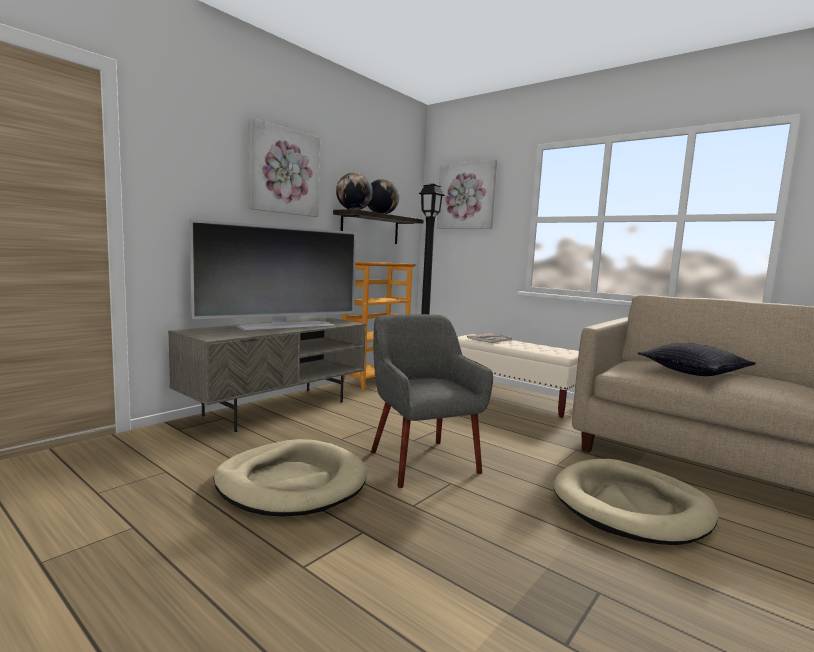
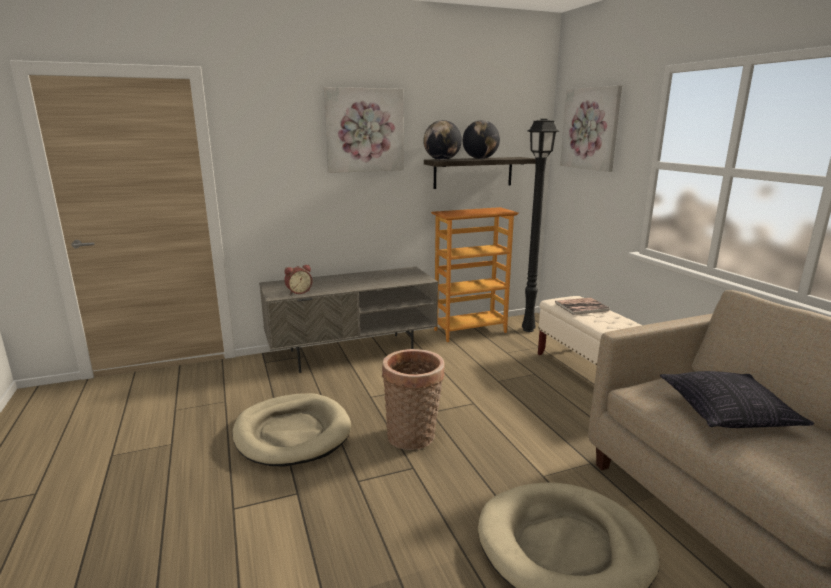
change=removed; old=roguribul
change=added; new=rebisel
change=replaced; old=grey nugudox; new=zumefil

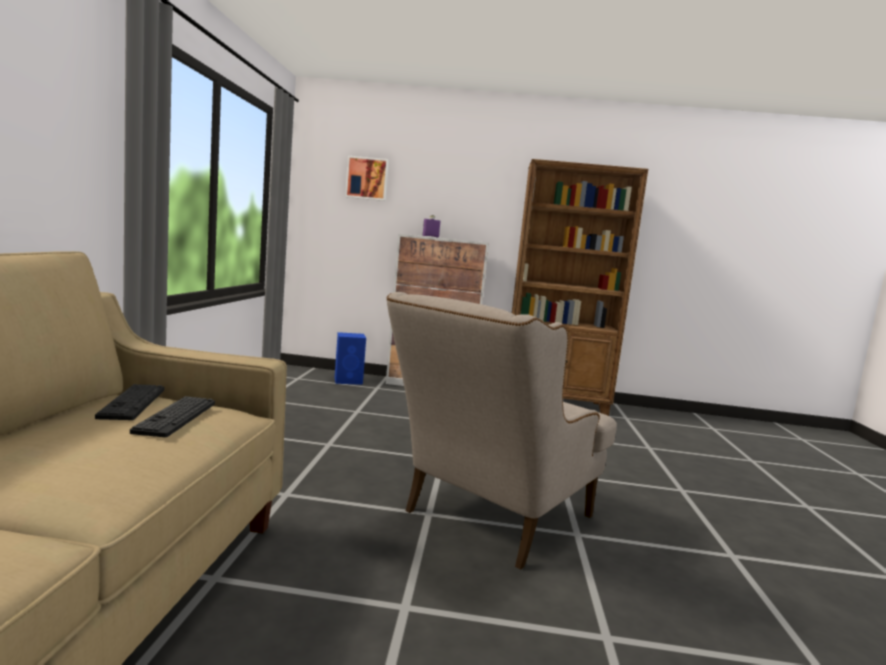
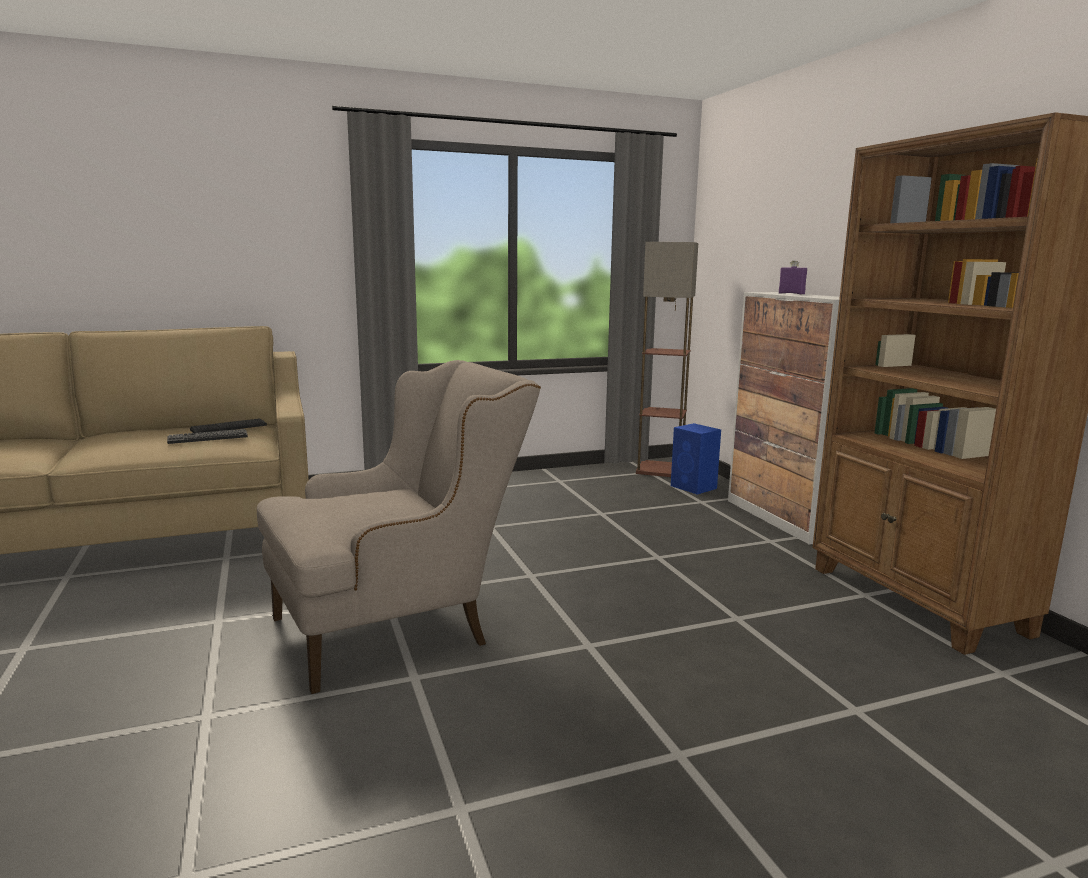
change=removed; old=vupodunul
change=added; new=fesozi
change=turned; old=beige nugudox; degrees=135

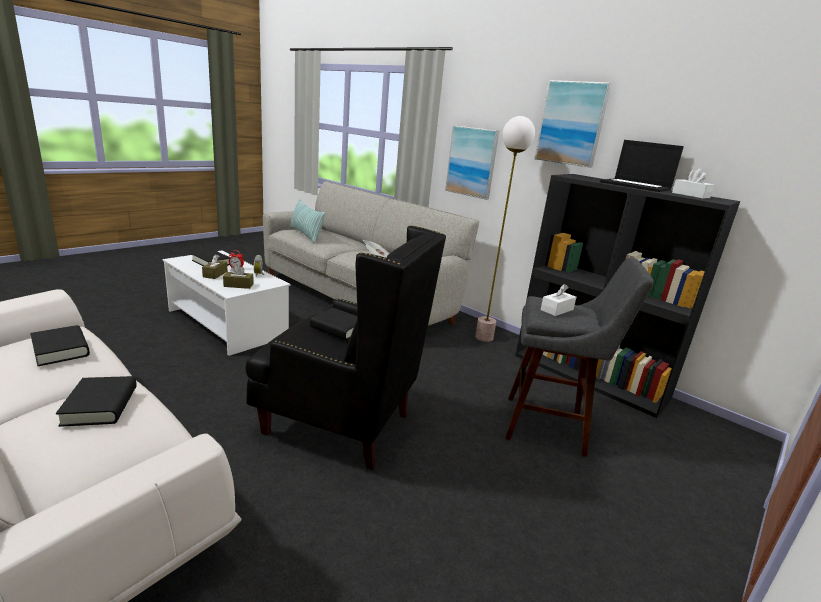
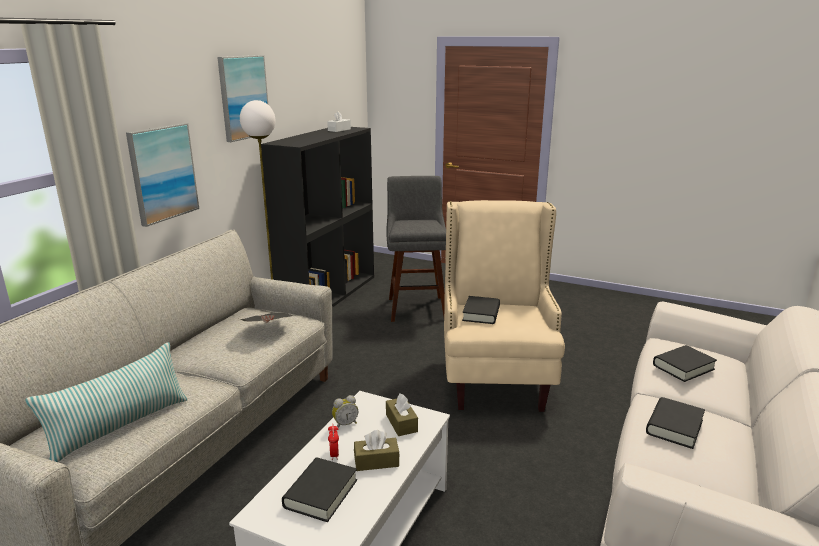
change=removed; old=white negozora (1st from left)
change=removed; old=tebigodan
change=recoloured; old=black nugudox; new=beige nugudox

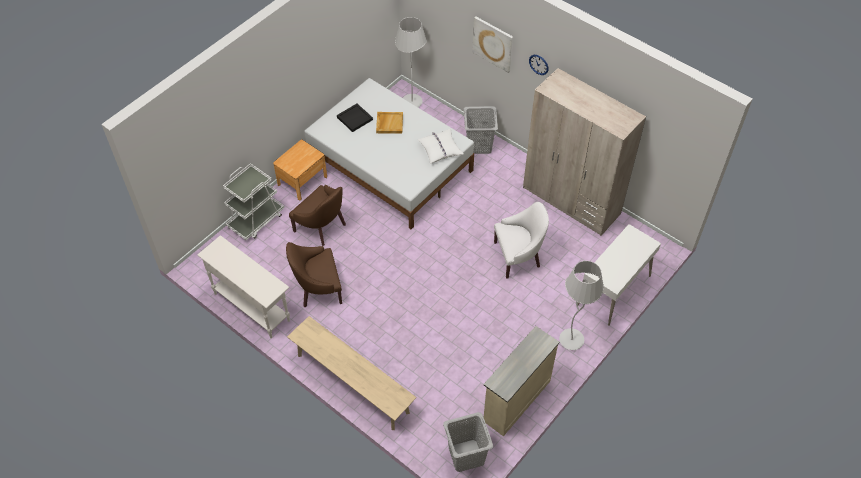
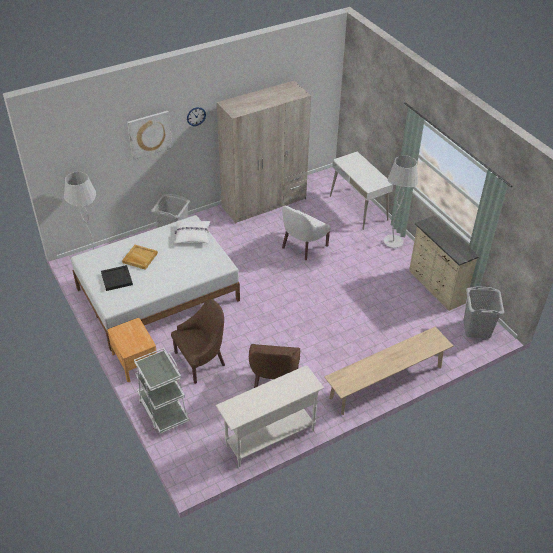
change=turned; old=white nugudox; degrees=-150

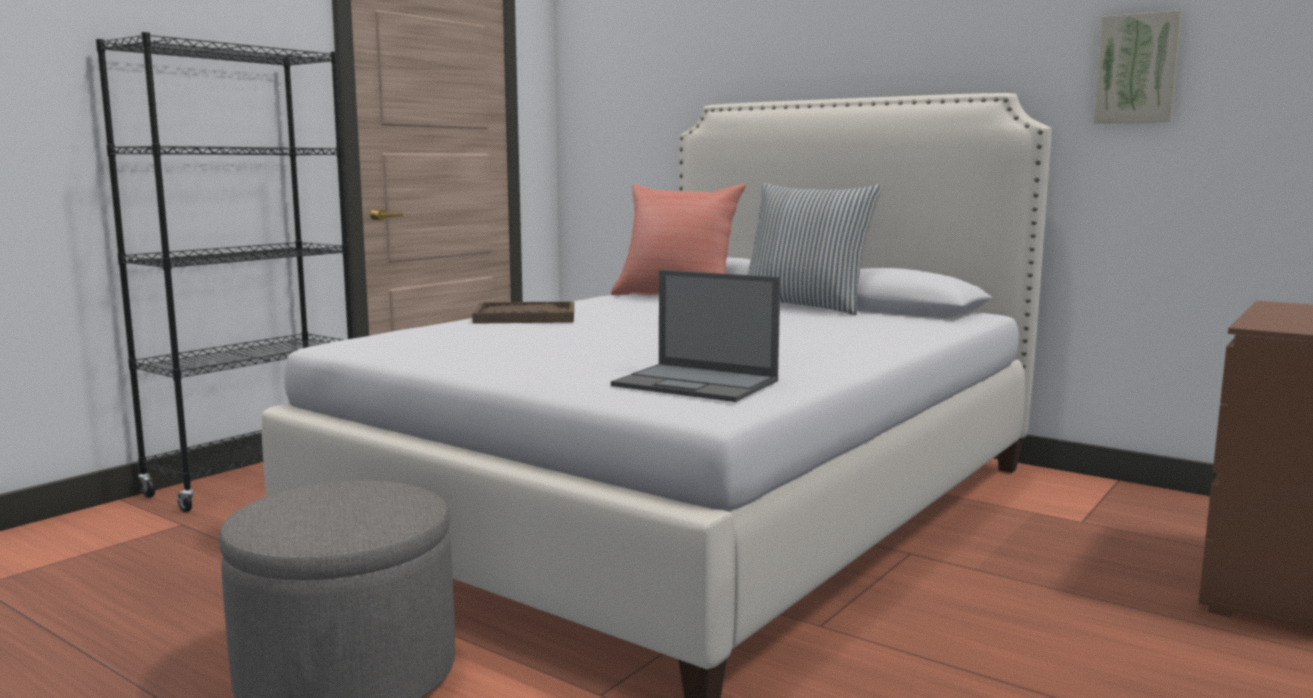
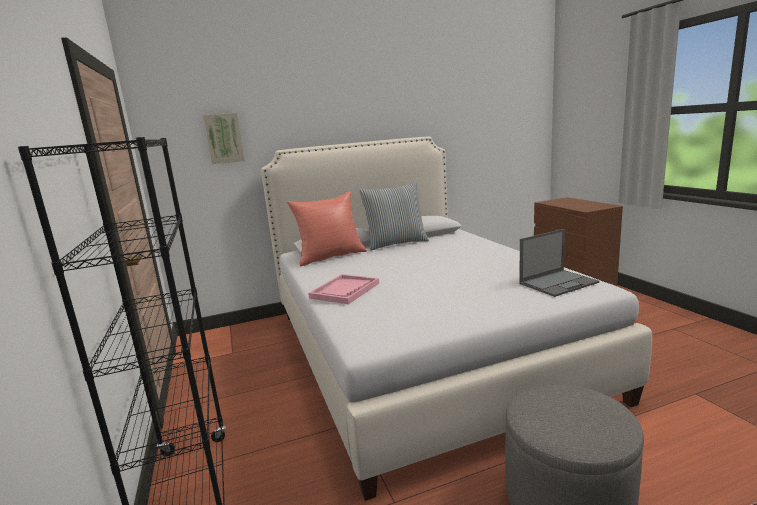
change=moved; old=vupodunul
change=recoloured; old=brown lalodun; new=pink lalodun

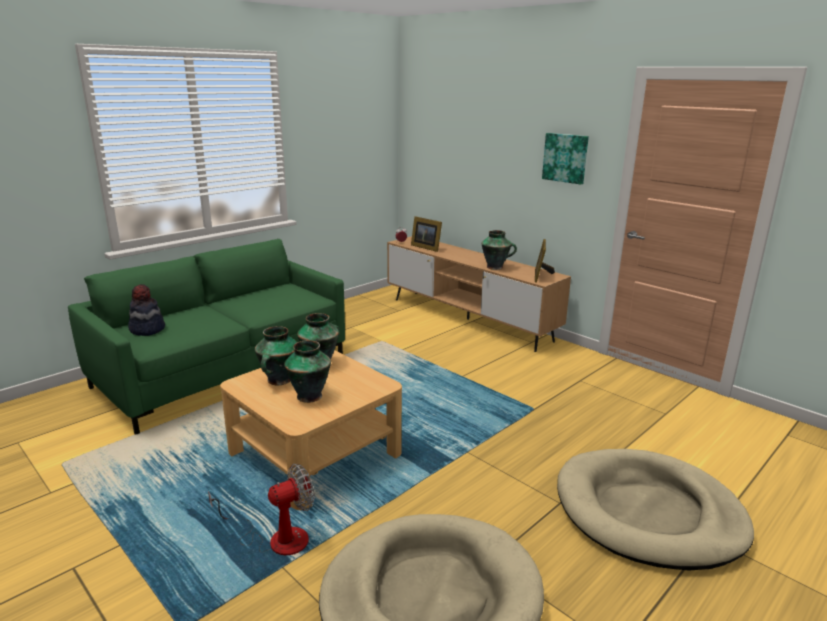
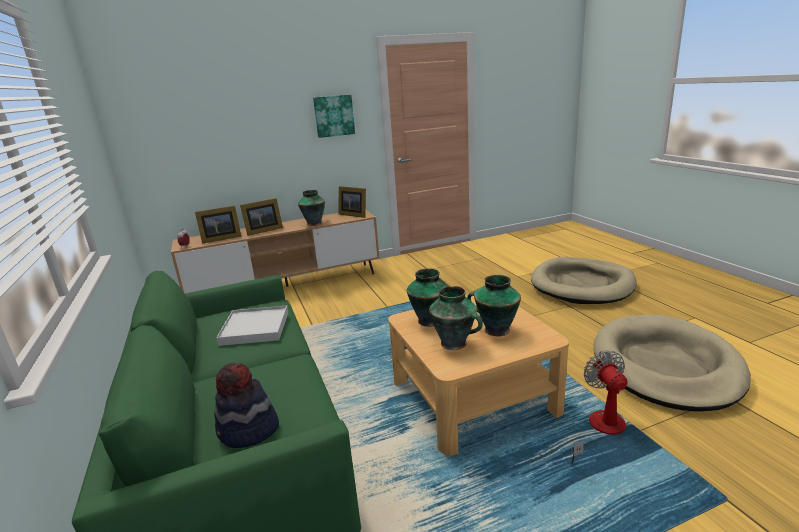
change=added; new=white lalodun
change=added; new=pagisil (2nd from left)

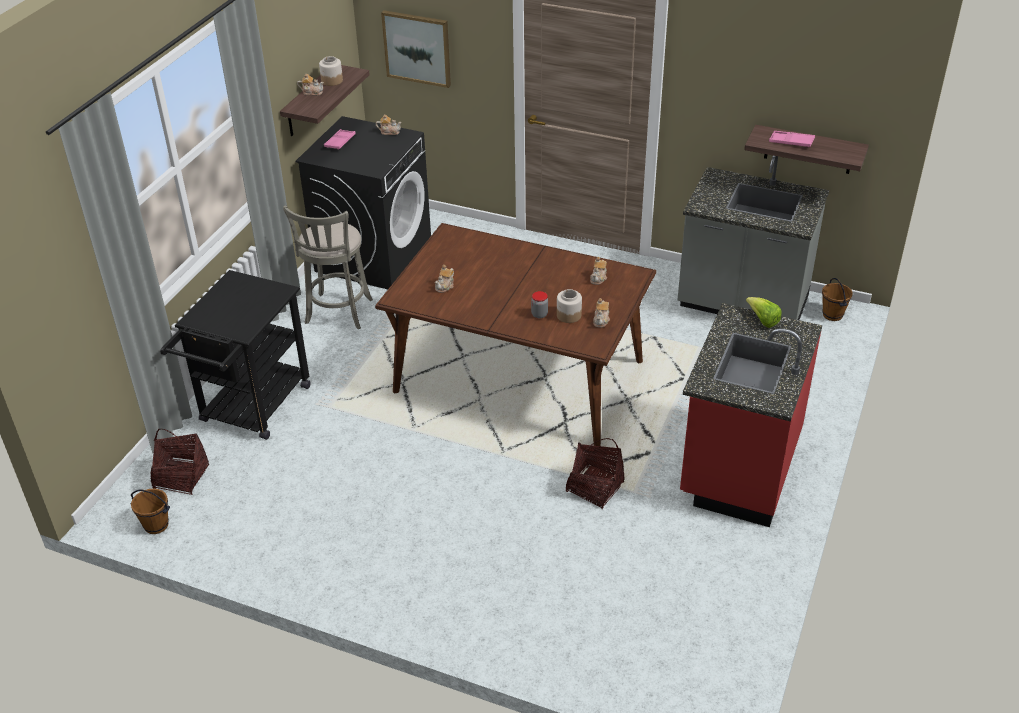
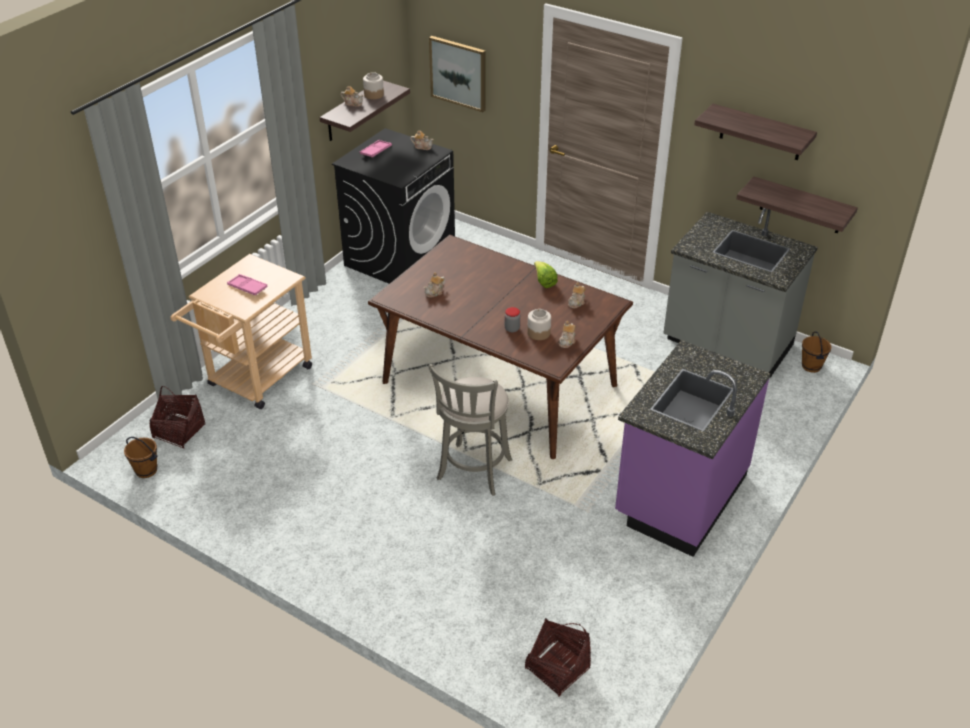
change=added; new=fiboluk (2nd from left)
change=moved; old=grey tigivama
change=moved; old=zumefil (2nd from left)
change=moved; old=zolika
change=moved; old=pink lalodun (2nd from left in the first image); new=pink lalodun (1st from left)
change=recoloured; old=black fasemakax; new=beige fasemakax
change=recoloured; old=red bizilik; new=purple bizilik

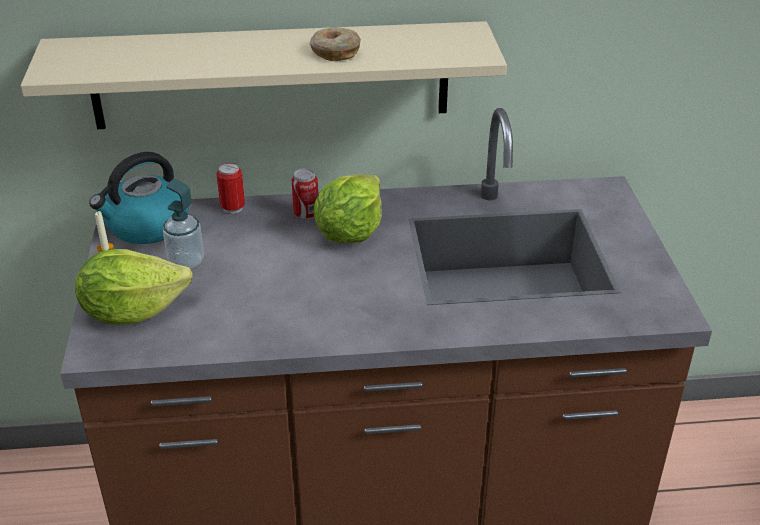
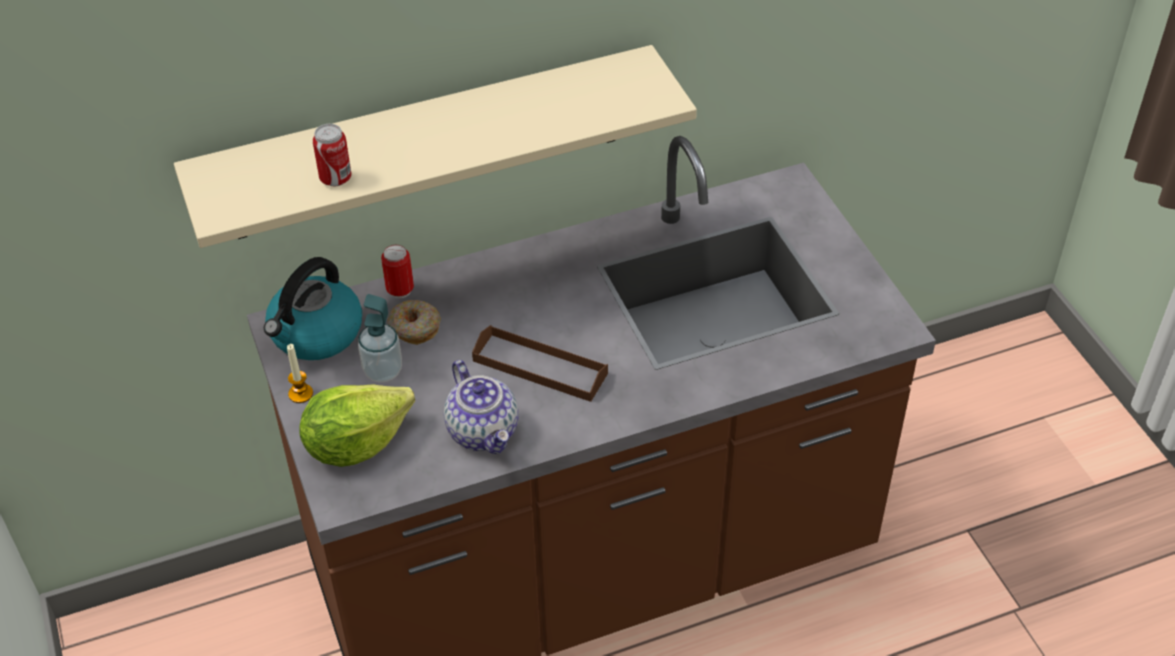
change=removed; old=zolika (2nd from left)
change=added; new=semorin
change=added; new=brown lalodun
change=moved; old=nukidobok (2nd from left in the first image); new=nukidobok (1st from left)
change=moved; old=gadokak

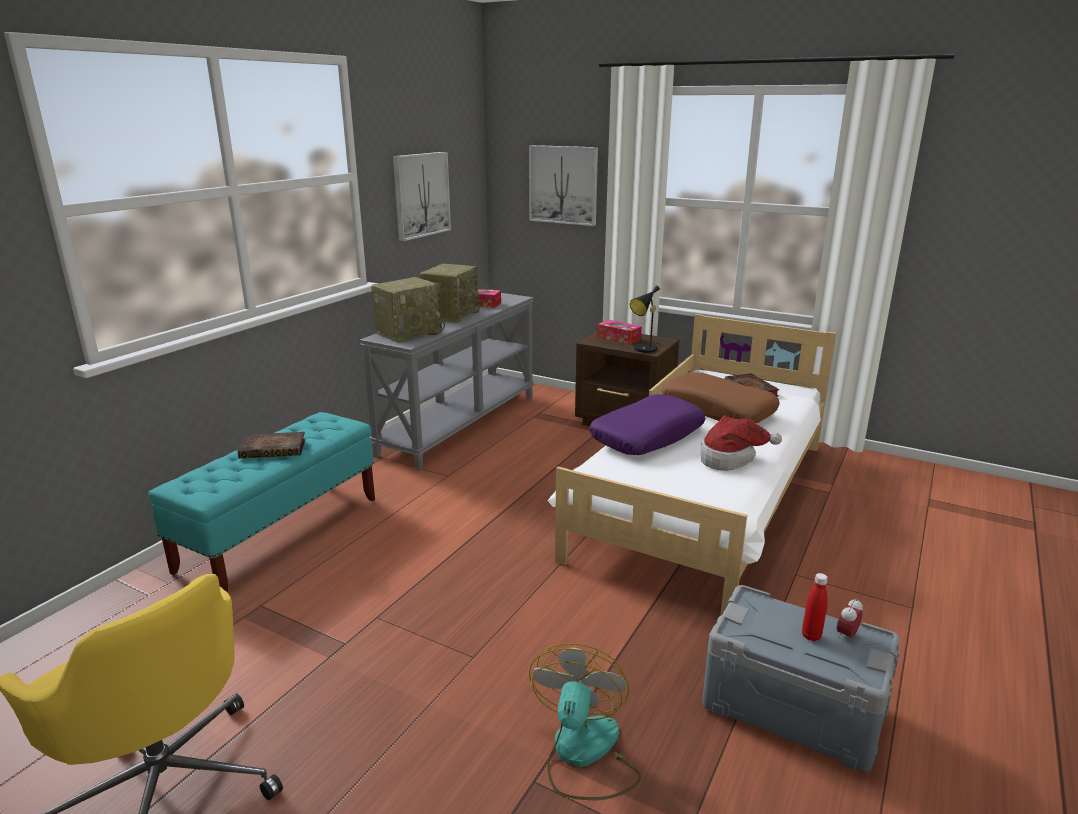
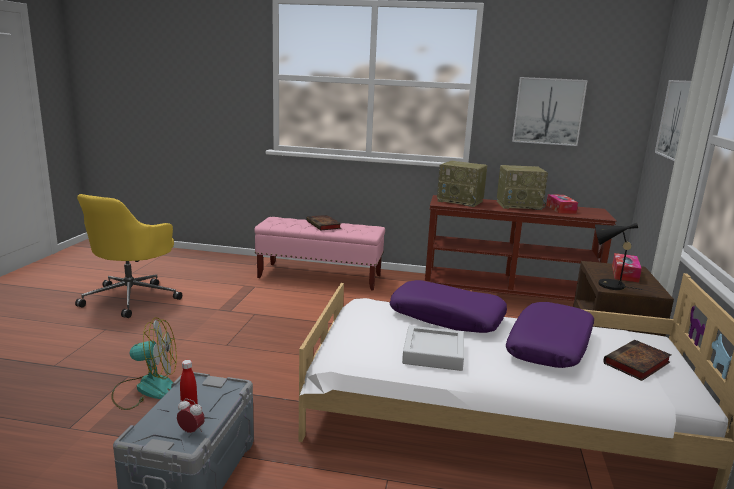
change=replaced; old=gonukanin; new=grey lalodun
change=recoloured; old=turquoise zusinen; new=pink zusinen
change=recoloured; old=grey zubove; new=brown zubove
change=recoloured; old=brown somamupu; new=purple somamupu (2nd from left)

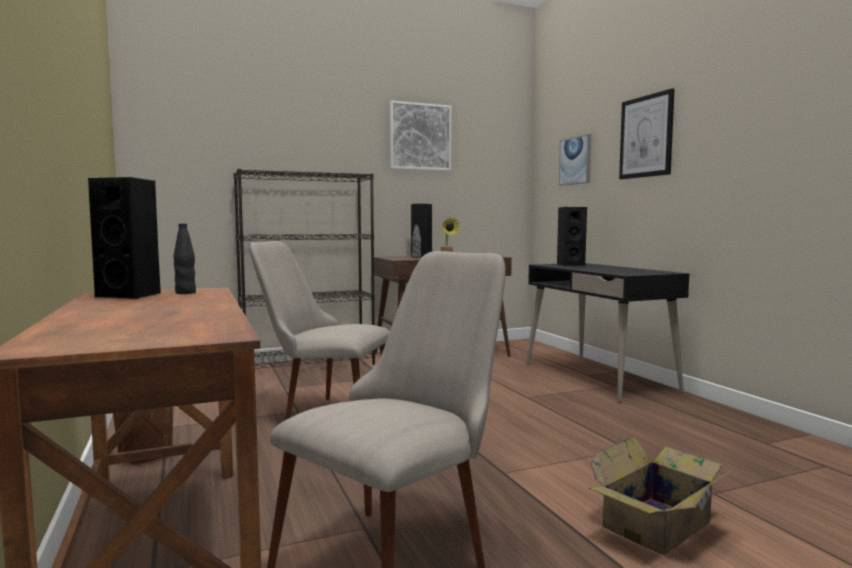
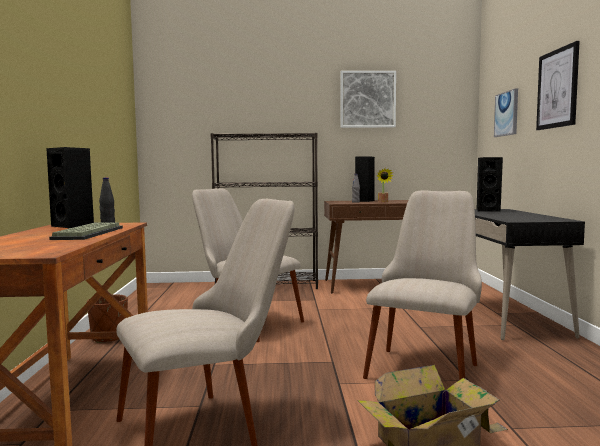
change=added; new=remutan
change=added; new=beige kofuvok (3rd from left)

